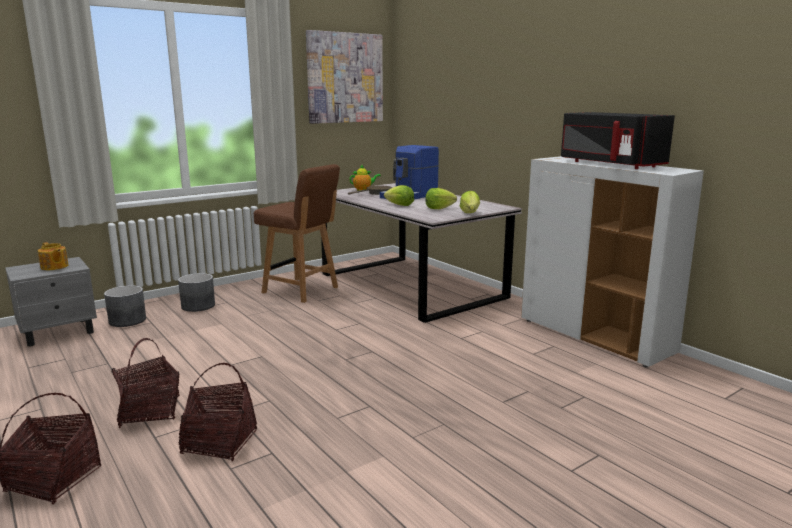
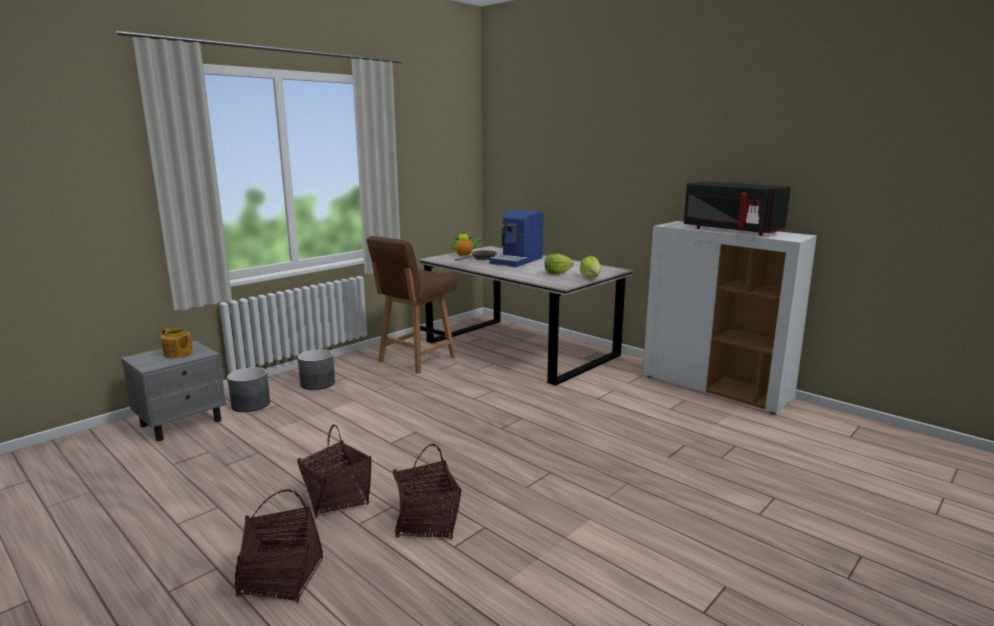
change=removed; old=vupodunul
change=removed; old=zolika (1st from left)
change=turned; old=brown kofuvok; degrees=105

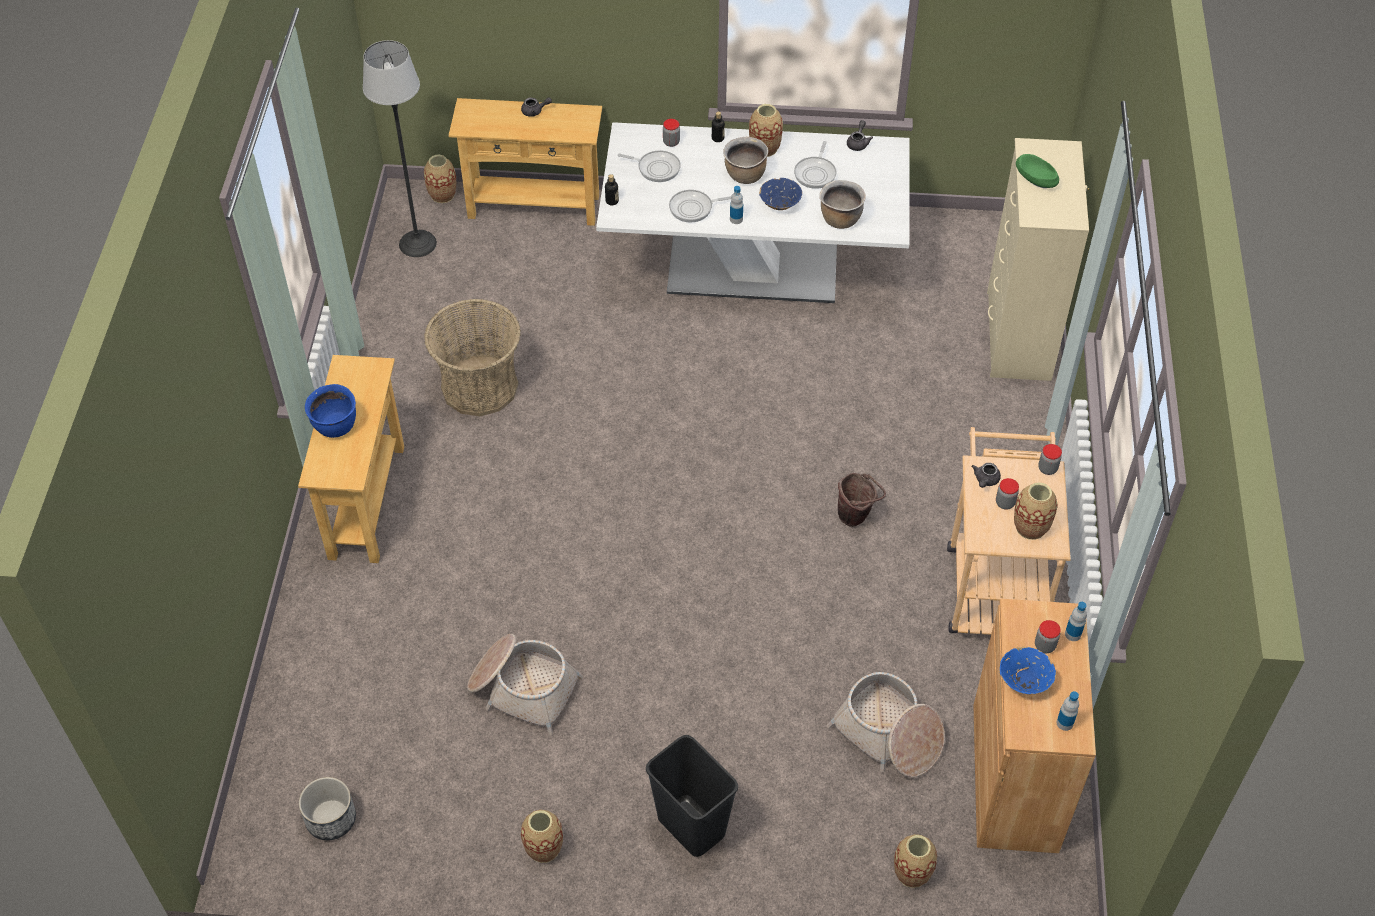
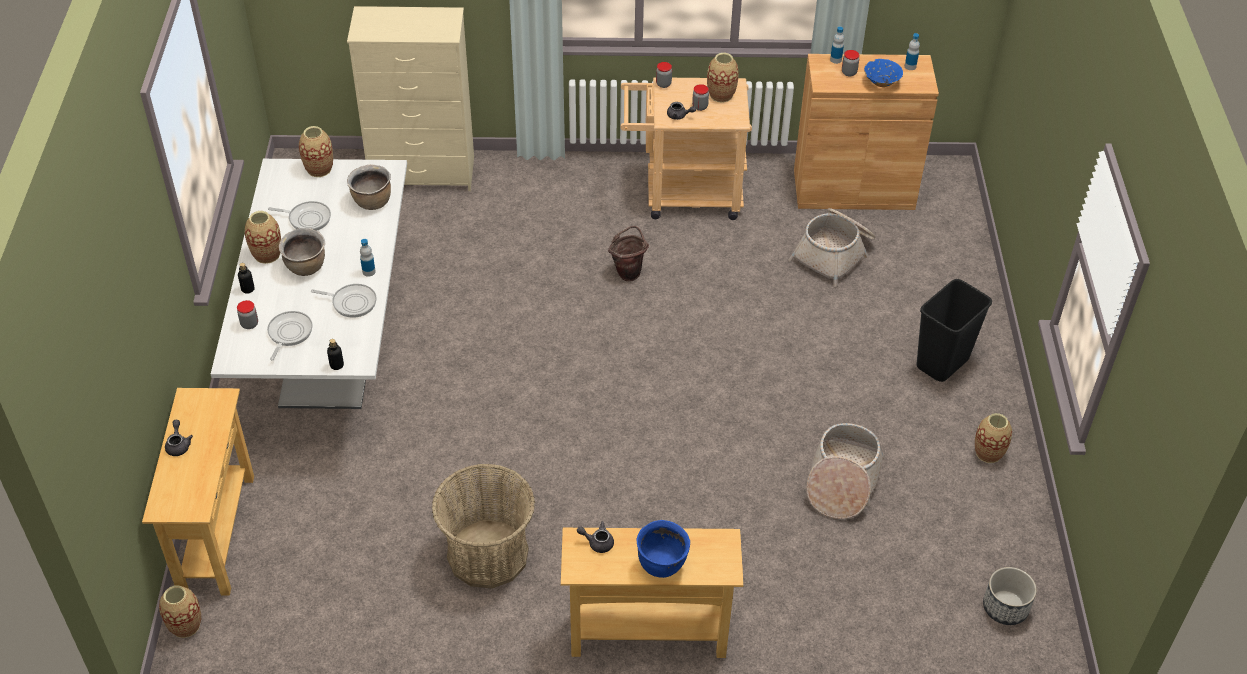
change=removed; old=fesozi
change=removed; old=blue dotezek (1st from left)
change=removed; old=green dotezek
change=moved; old=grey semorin (2nd from left)
change=moved; old=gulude (4th from left in the first image); new=gulude (3rd from left)
change=turned; old=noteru (2nd from left in the first image); degrees=-60

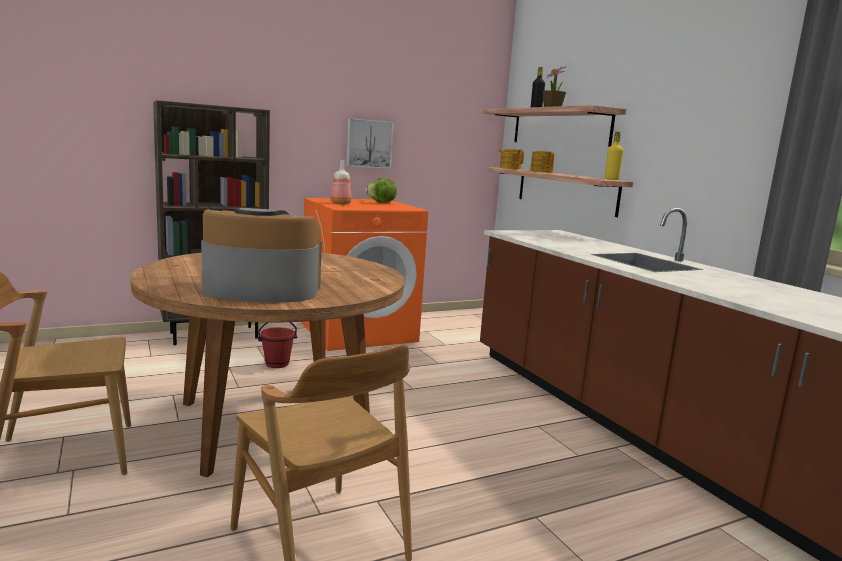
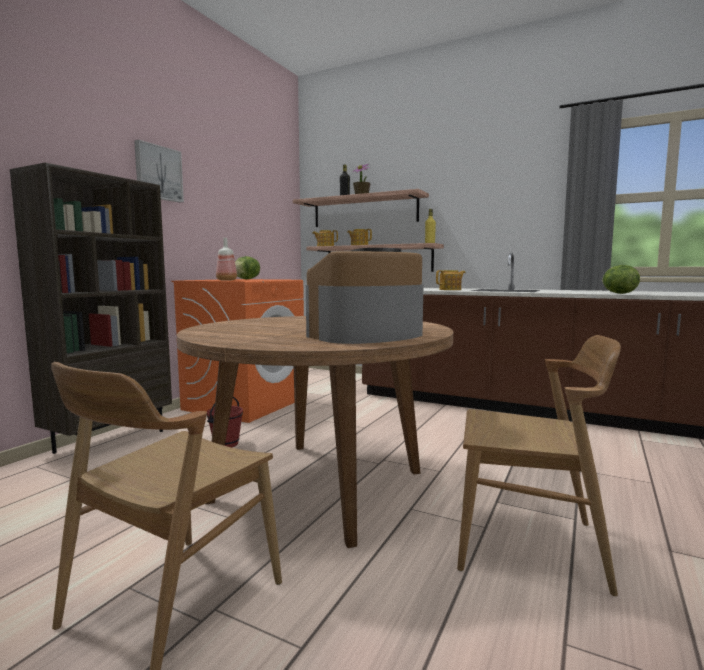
change=added; new=semorin (3rd from left)
change=added; new=zolika (2nd from left)
change=moved; old=vupodunul

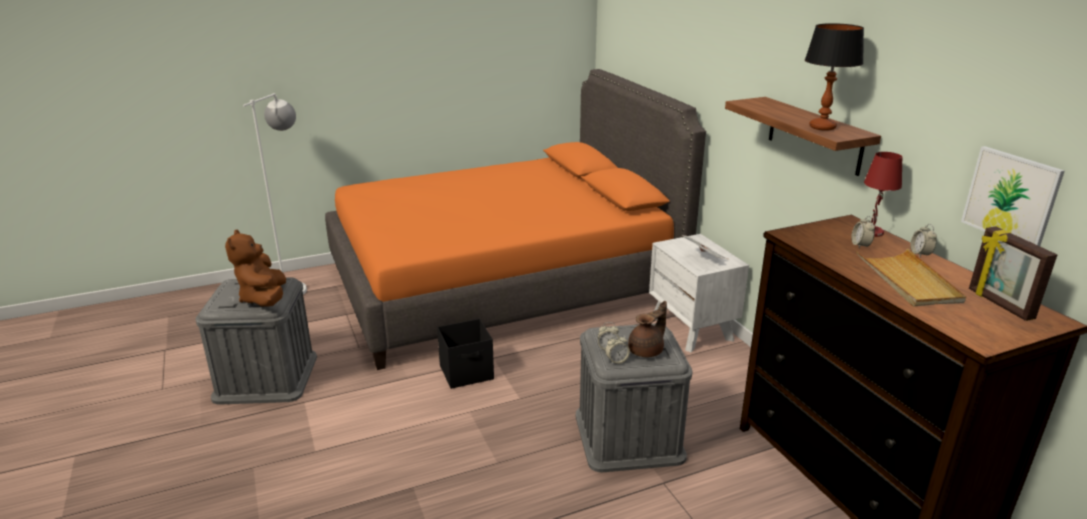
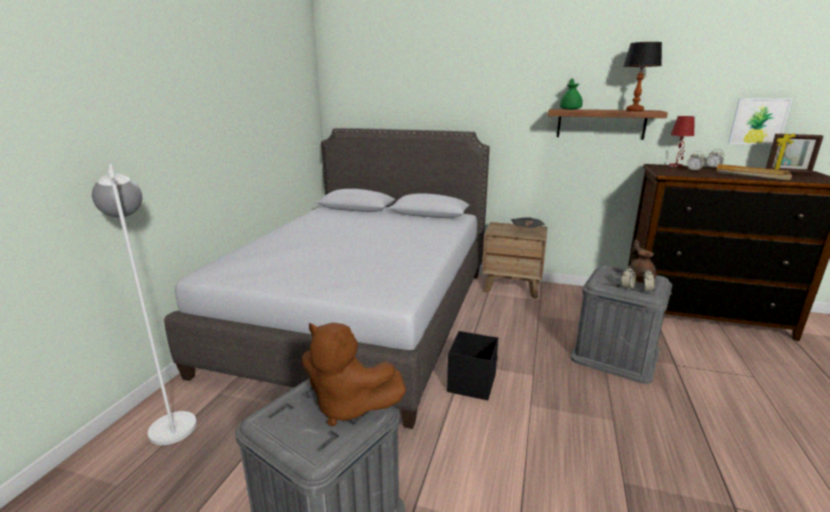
change=added; new=green semorin
change=recoloured; old=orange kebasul; new=grey kebasul
change=recoloured; old=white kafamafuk; new=brown kafamafuk

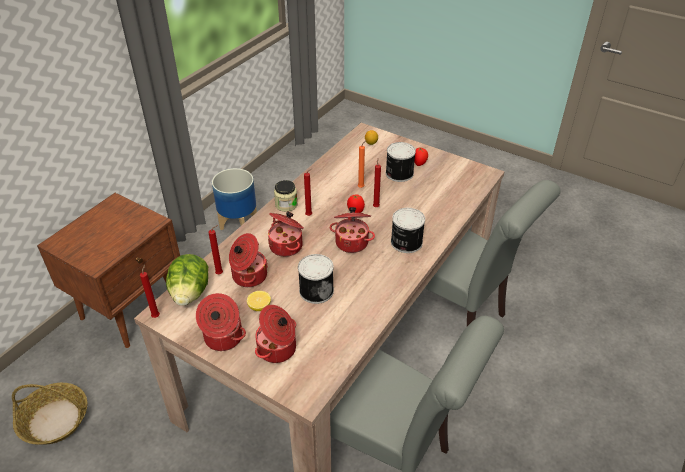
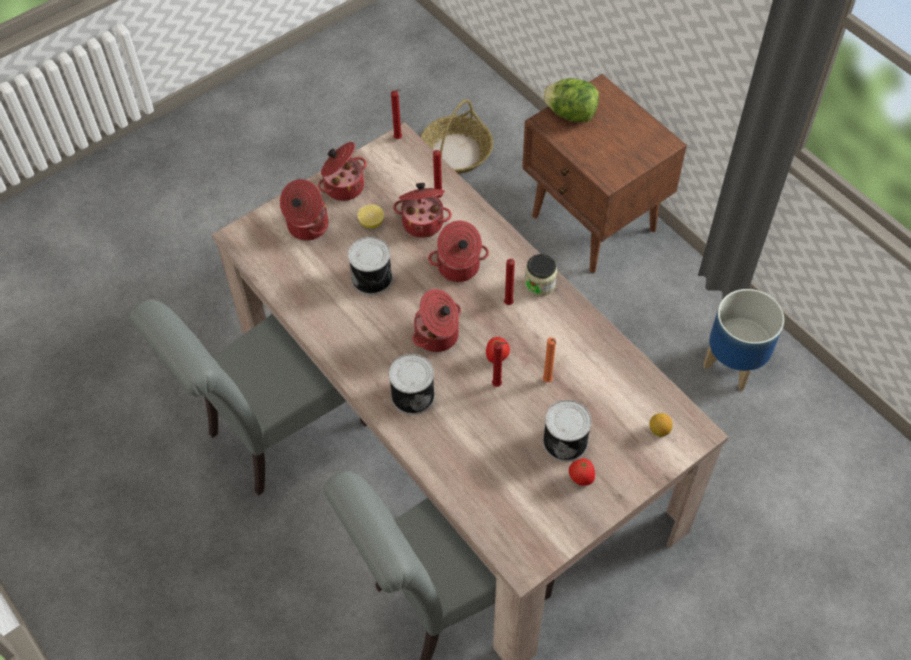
change=moved; old=zolika

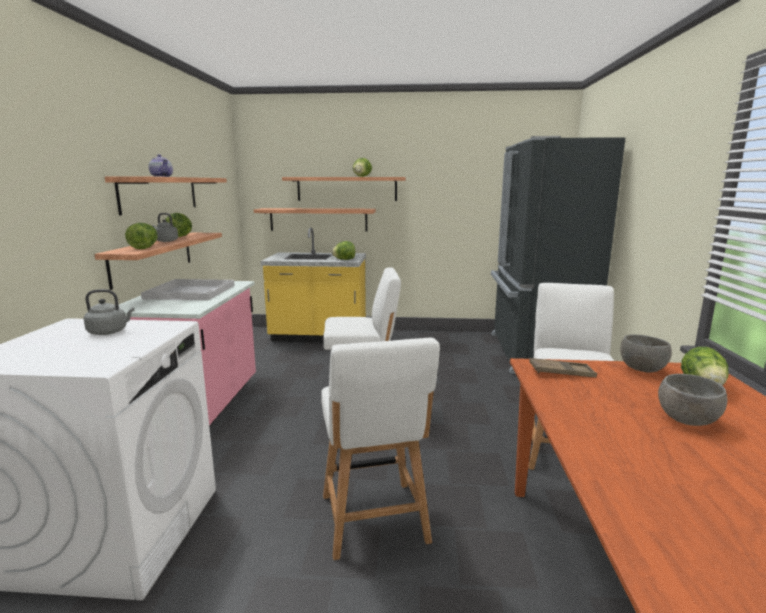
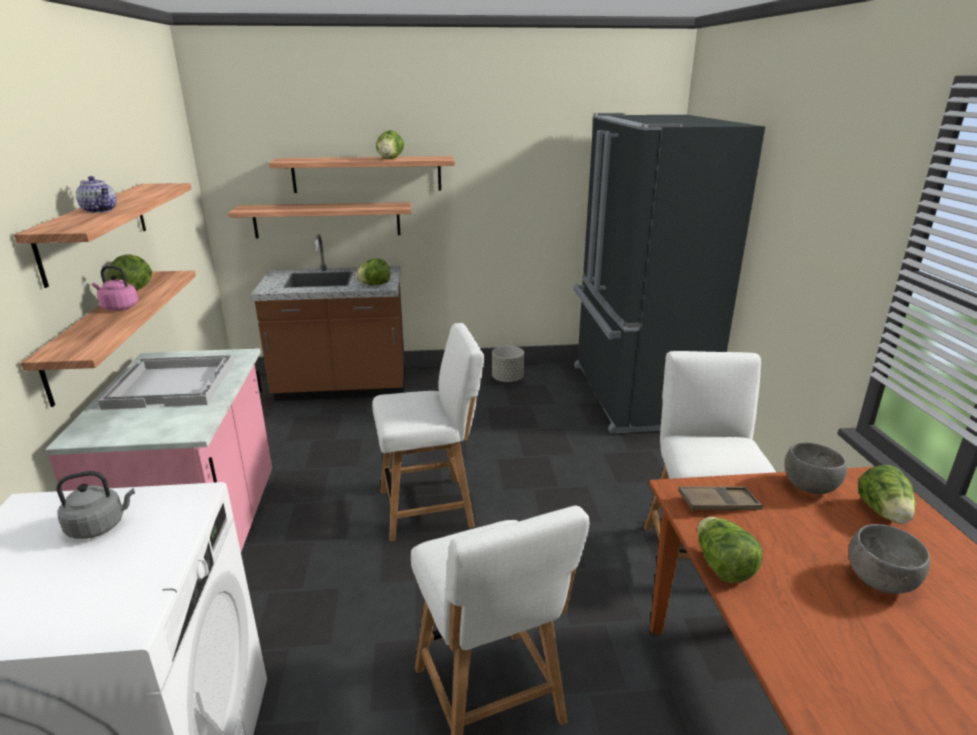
change=added; new=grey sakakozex
change=moved; old=zolika (1st from left in the first image); new=zolika (4th from left)
change=recoloured; old=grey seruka (2nd from left); new=pink seruka
change=recoloured; old=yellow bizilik; new=brown bizilik

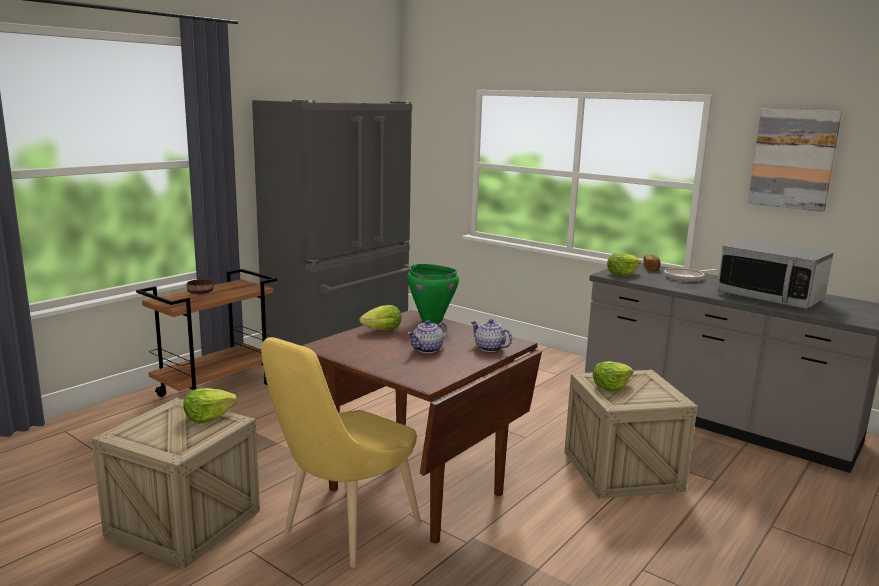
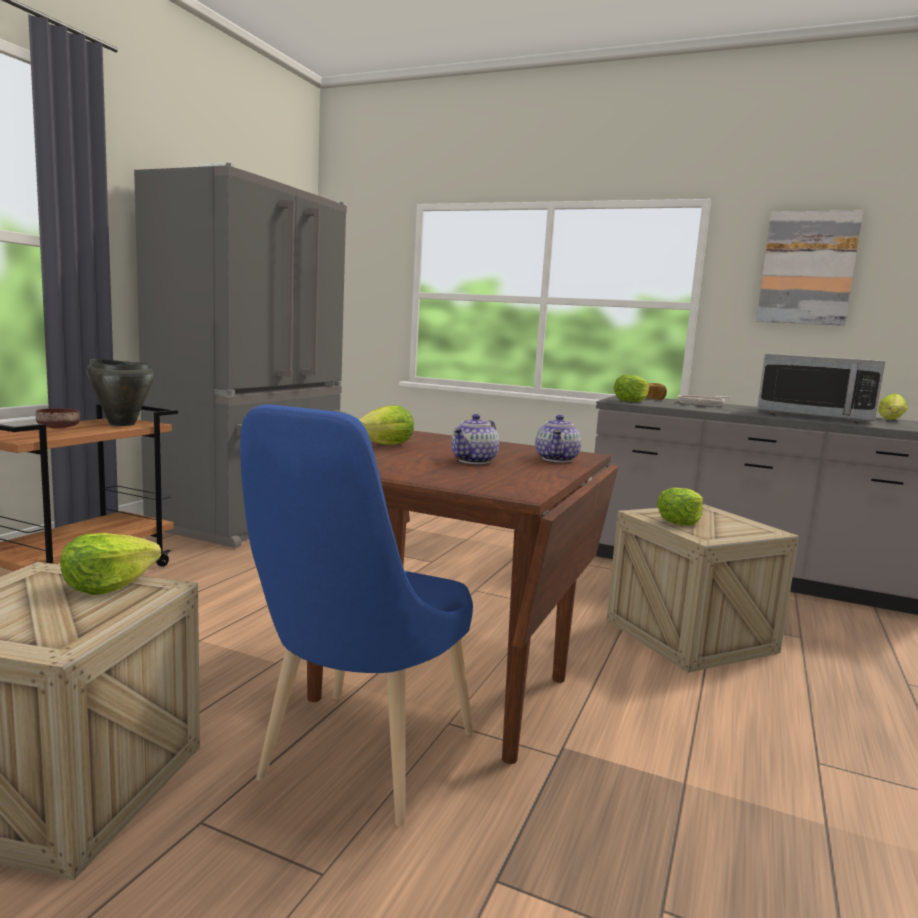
change=removed; old=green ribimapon
change=added; new=black ribimapon
change=added; new=zolika (5th from left)
change=recoloured; old=yellow kofuvok; new=blue kofuvok
change=turned; old=semorin (2nd from left); degrees=-105

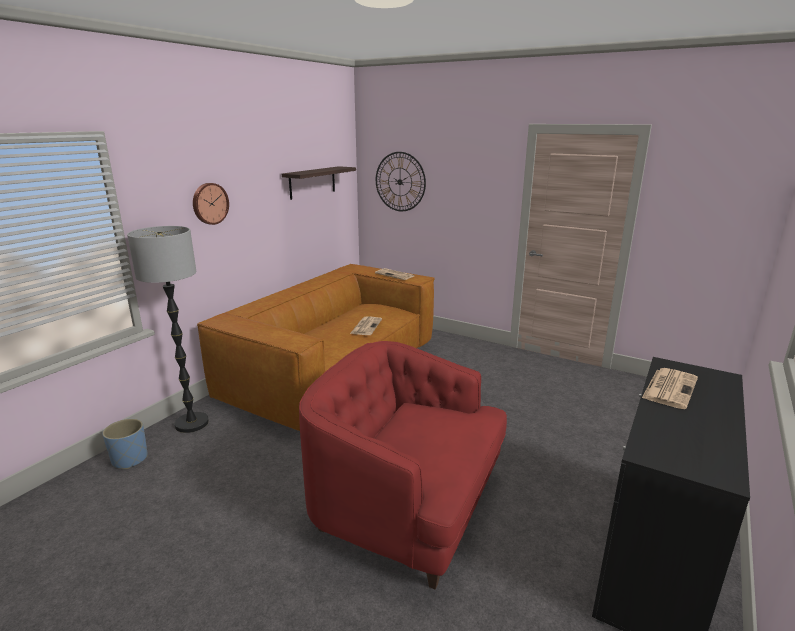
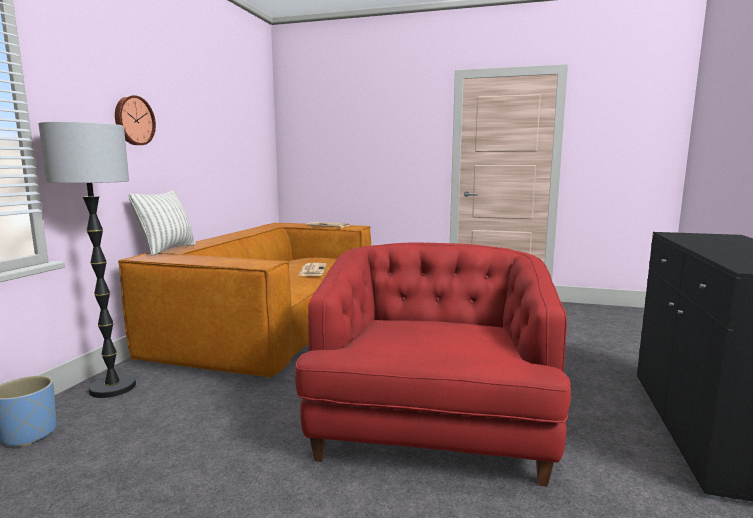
change=removed; old=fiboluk
change=removed; old=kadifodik (2nd from left)
change=removed; old=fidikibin (3rd from left)
change=added; new=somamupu
change=turned; old=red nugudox; degrees=90

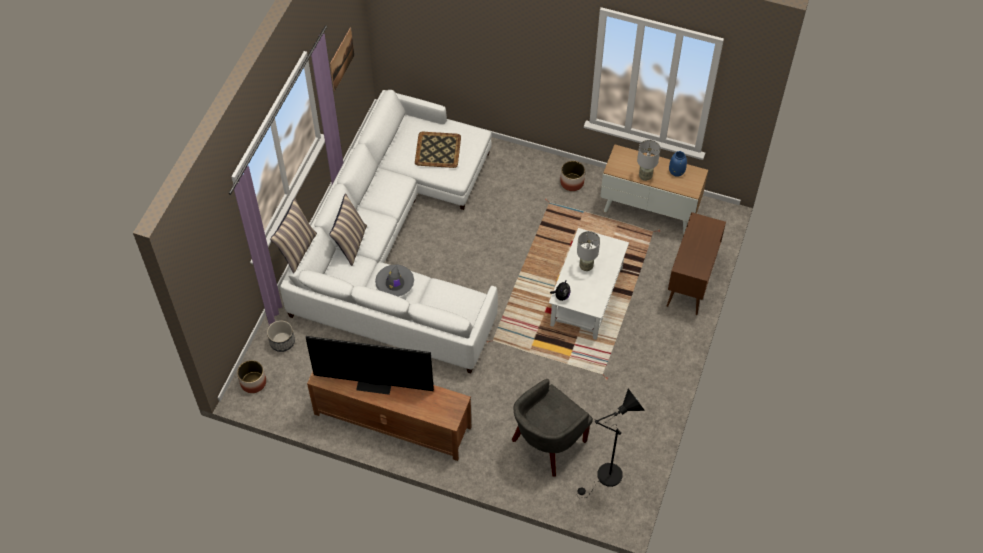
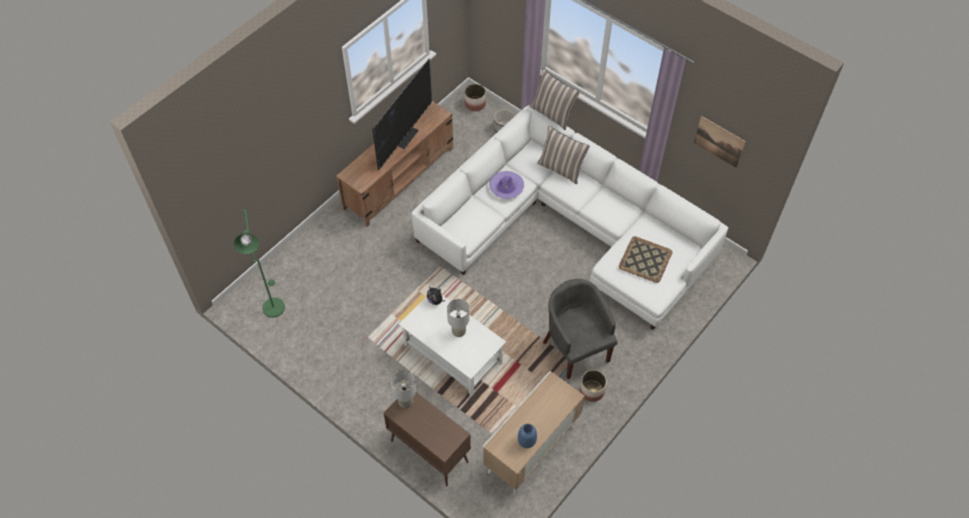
change=moved; old=grey nugudox
change=moved; old=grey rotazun (2nd from left in the first image); new=grey rotazun (1st from left)
change=recoloured; old=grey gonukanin; new=purple gonukanin
change=recoloured; old=black fesozi; new=green fesozi

